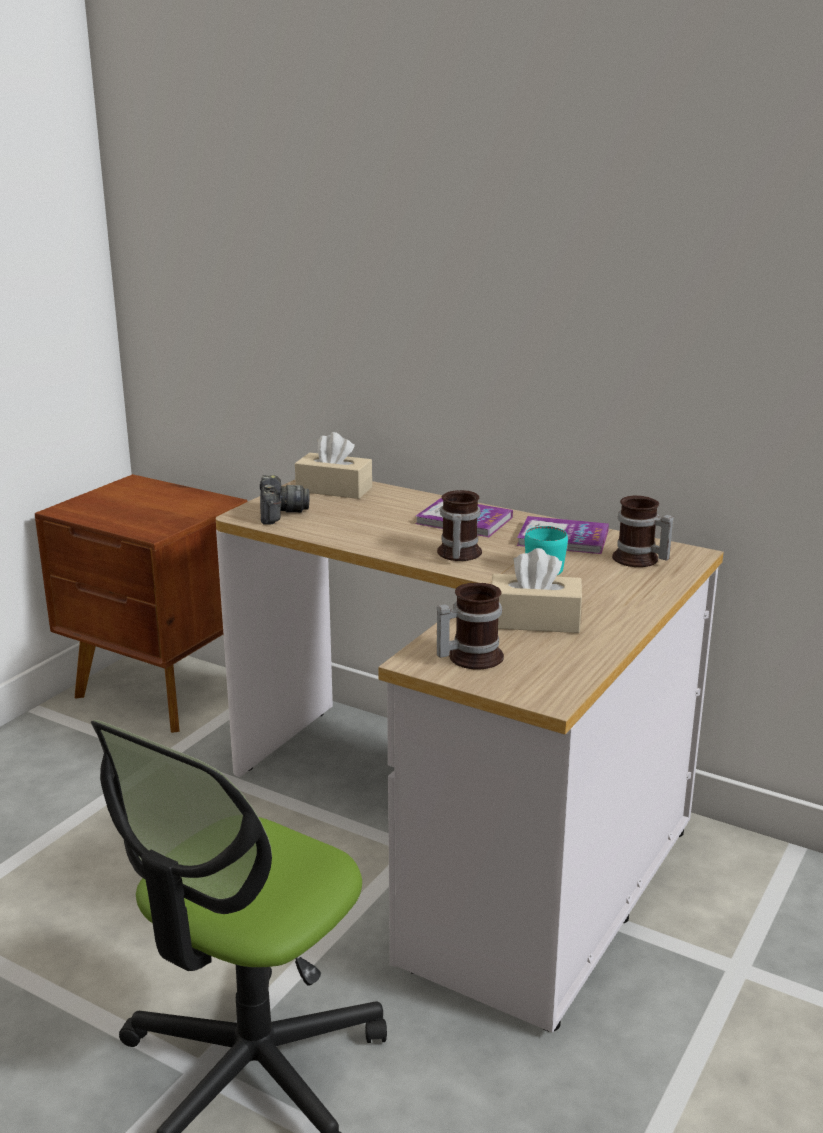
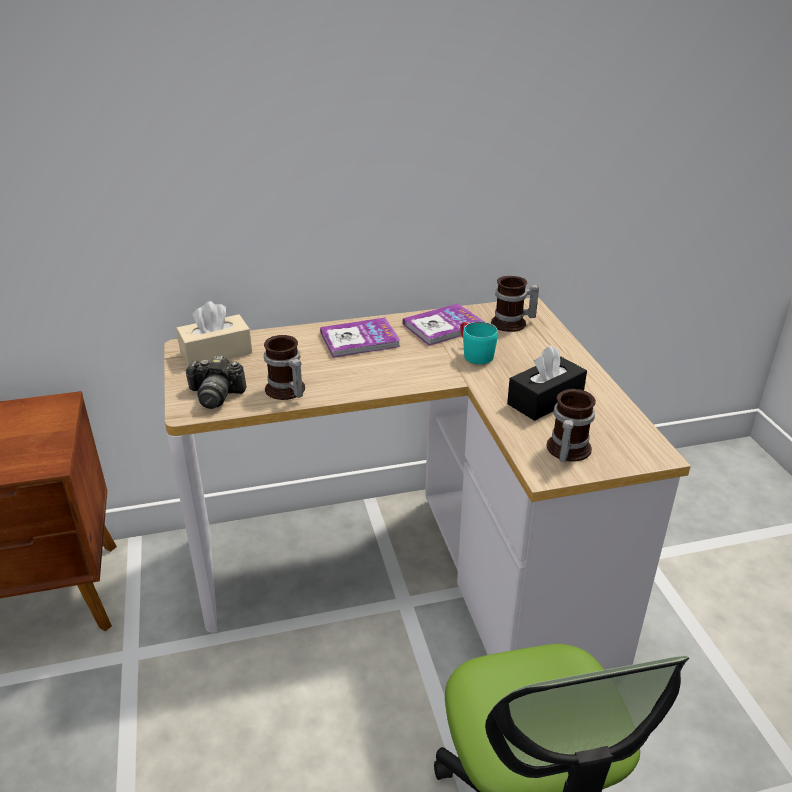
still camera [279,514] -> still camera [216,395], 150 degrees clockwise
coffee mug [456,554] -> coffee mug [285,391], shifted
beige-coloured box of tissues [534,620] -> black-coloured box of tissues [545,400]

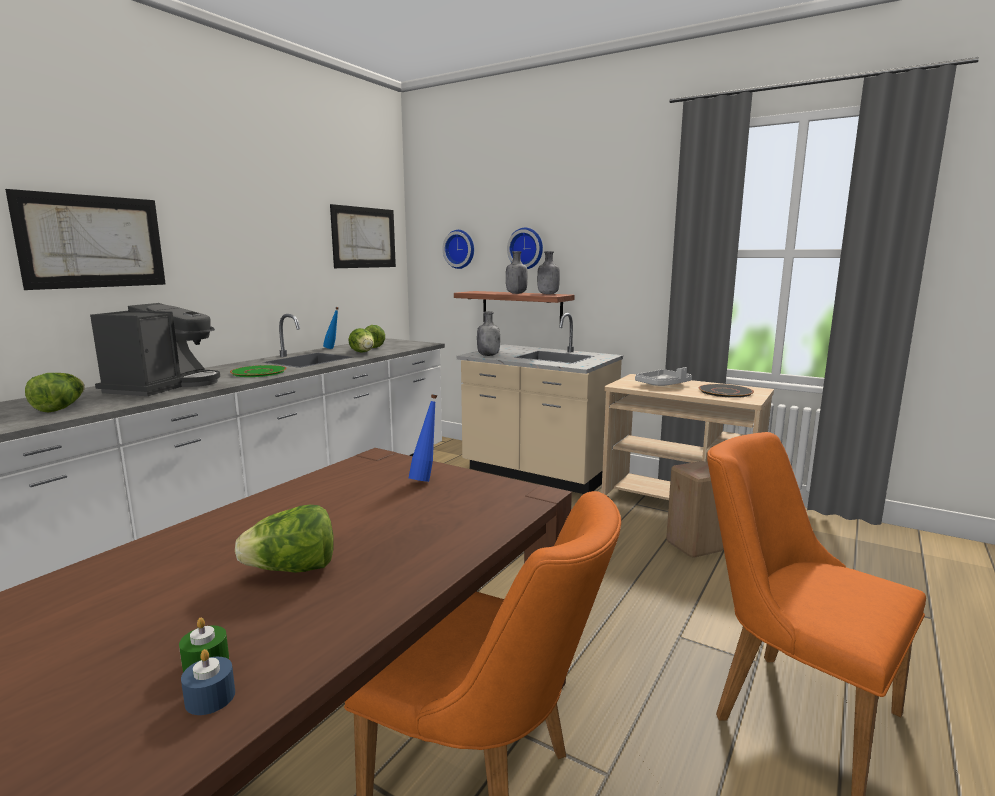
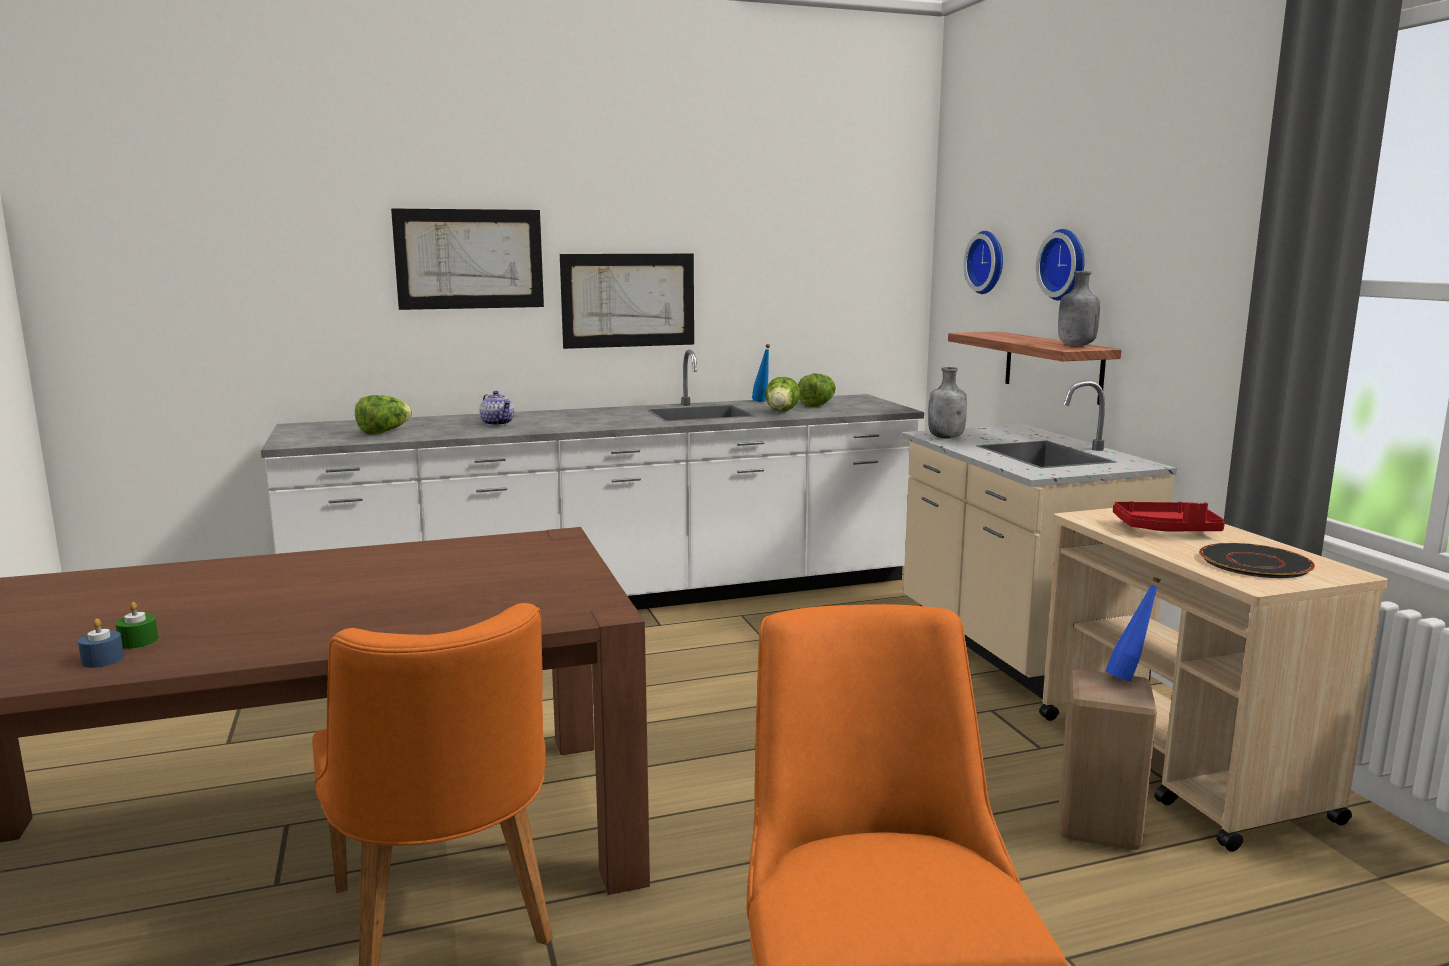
coffee machine [163,386] -> pot for tea [498,423]
green-coloured flat dish [259,372] -> none
head of lettuce [292,570] -> none
picture [364,237] -> picture [628,300], shifted
blue beverage bottle [426,479] -> blue beverage bottle [1129,677], shifted
grey beverage bottle [516,293] -> none
grey serving tray [663,385] -> red serving tray [1166,529]

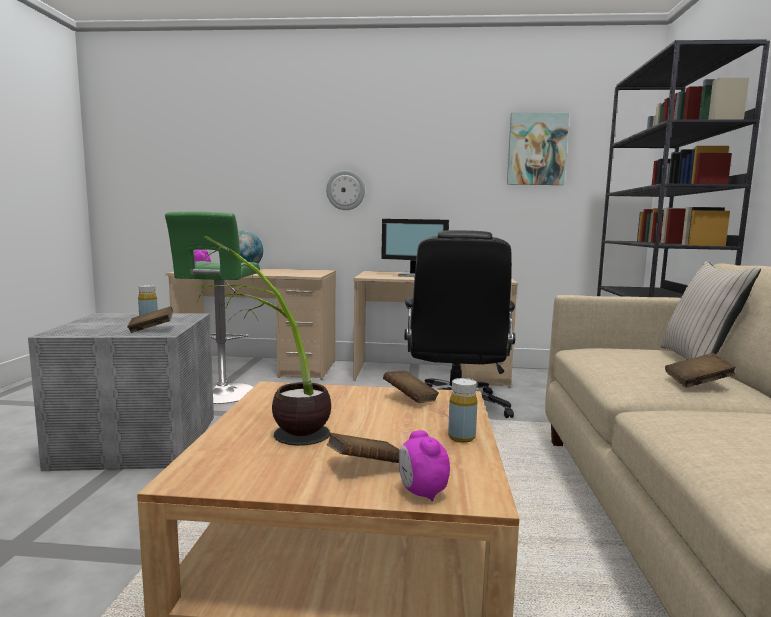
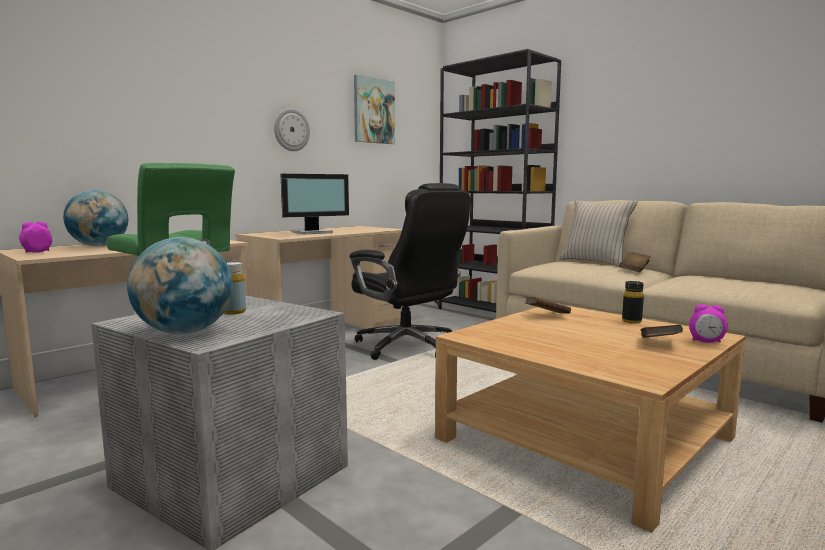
brown book [151,330] -> none
potted plant [273,428] -> none
wall clock [345,190] -> wall clock [291,130], shifted
yellowish beverage bottle [461,437] -> black-coloured beverage bottle [631,321]
none -> globe [184,332]

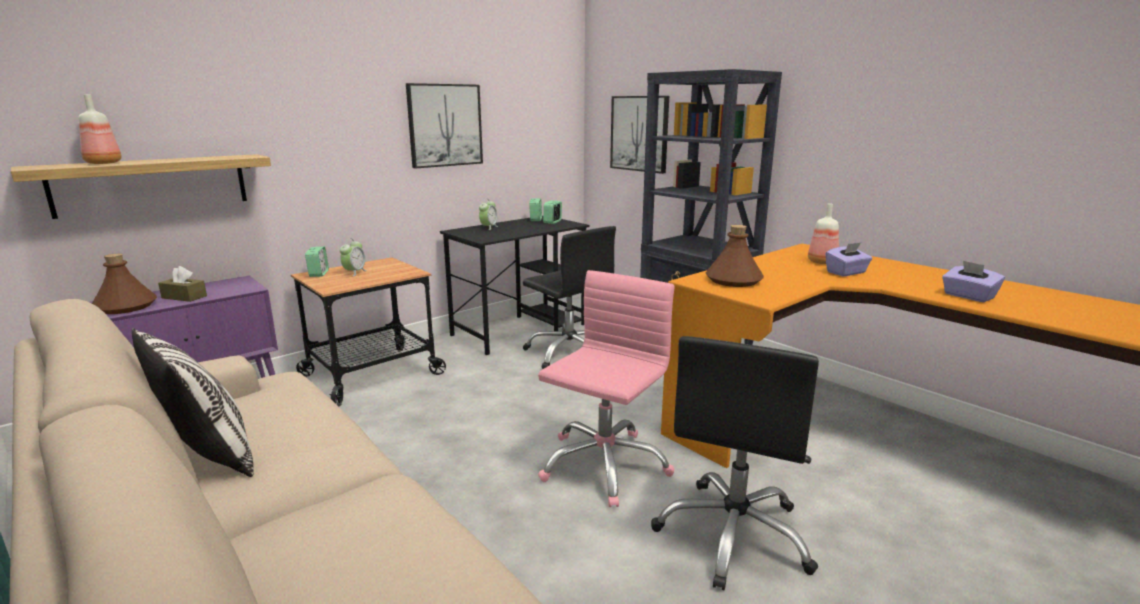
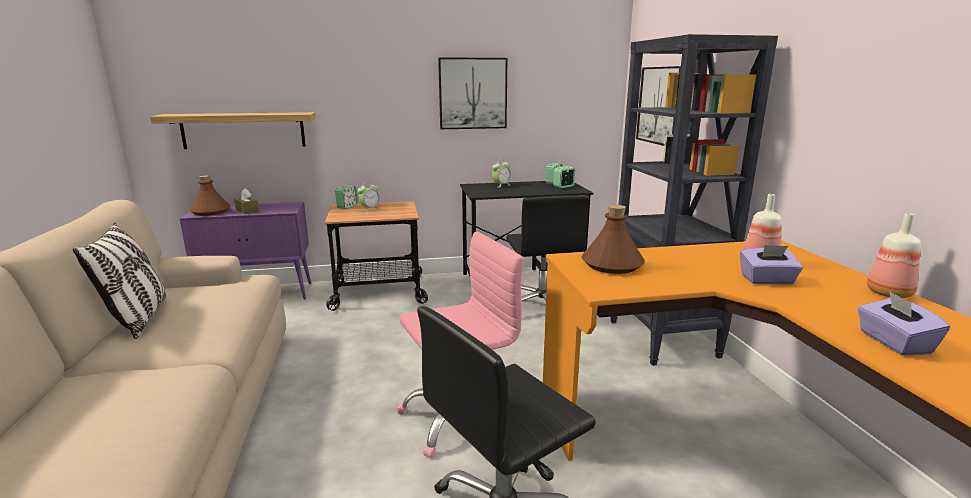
beverage bottle [104,163] -> beverage bottle [890,293], shifted

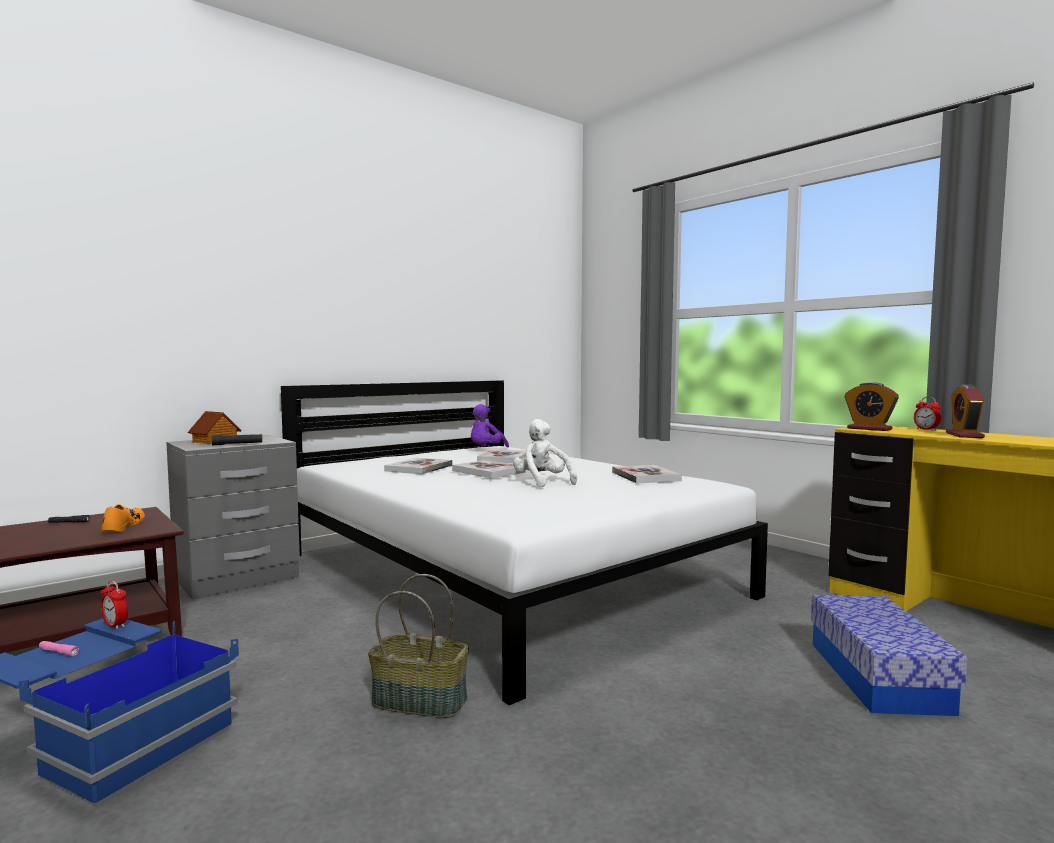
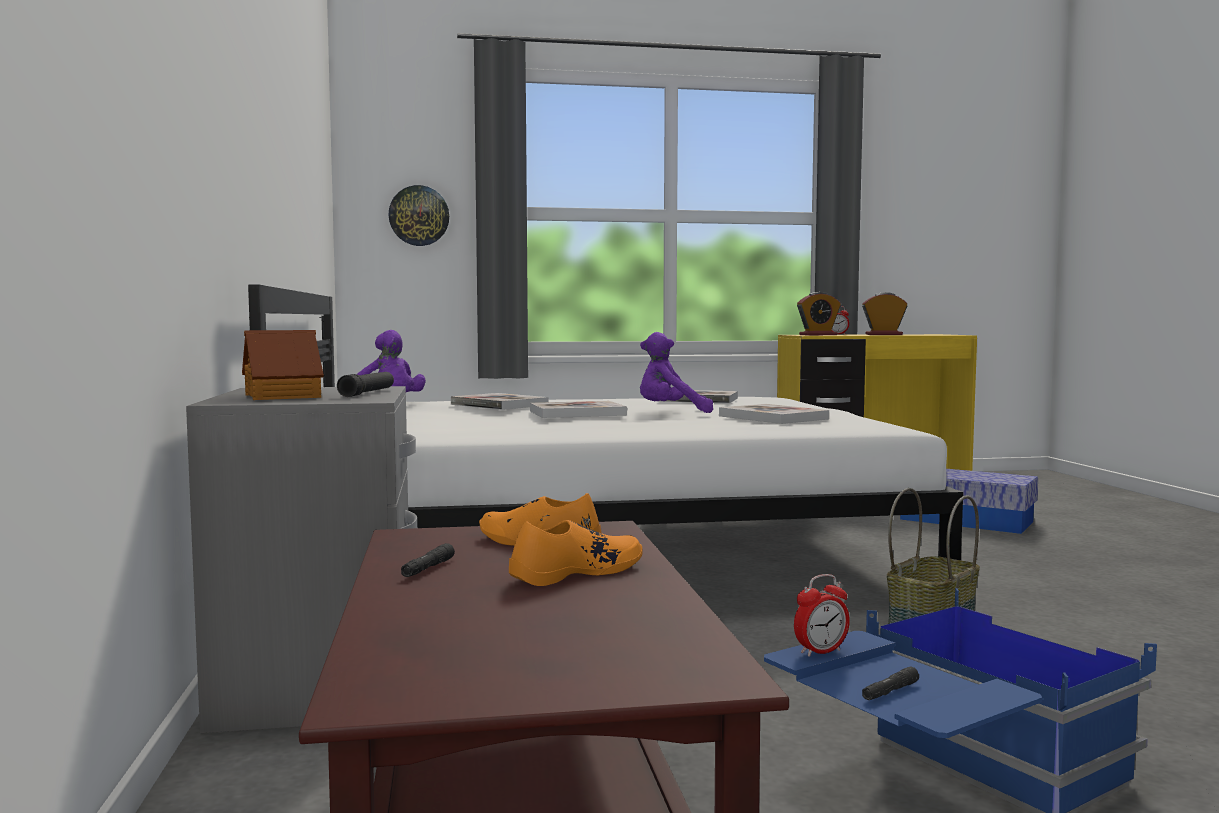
pinkish flashlight [58,652] -> black-coloured flashlight [890,692]
book [419,468] -> book [773,417], shifted
whitish soft toy [542,482] -> purple-coloured soft toy [671,413]
alarm clock [964,435] -> alarm clock [883,334], 135 degrees clockwise
none -> wall clock [419,216]
none -> orange item of footwear [577,572]

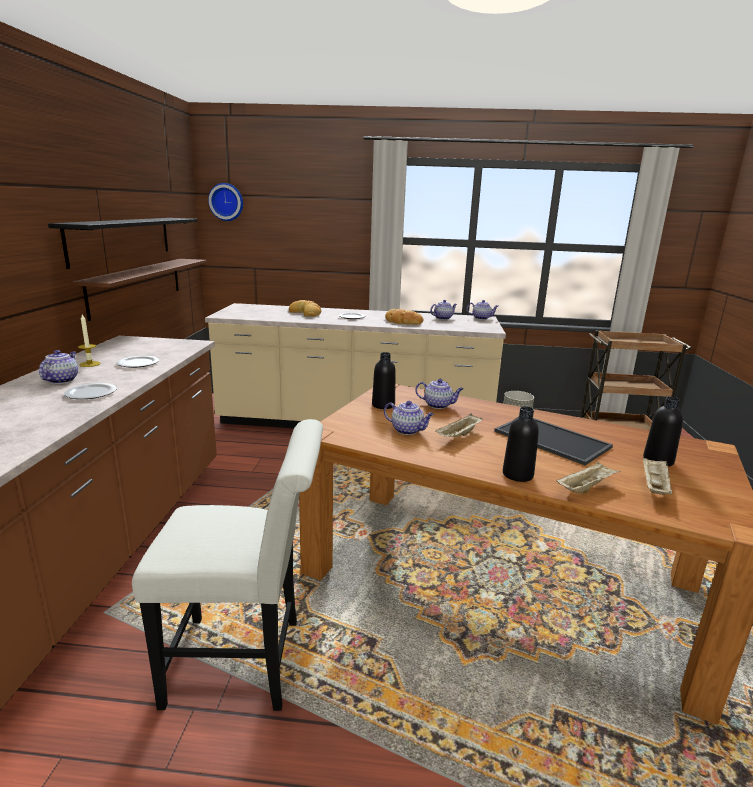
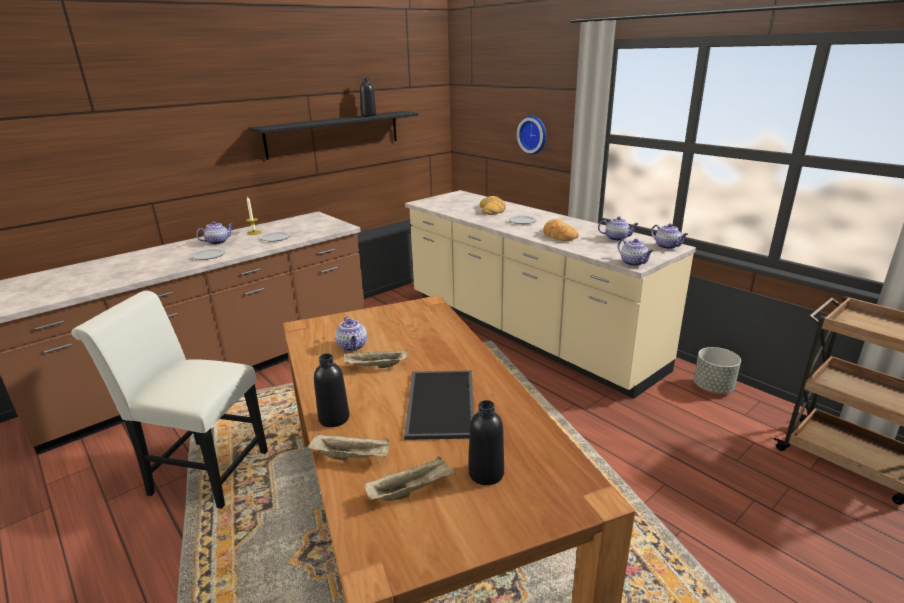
brown wall shelf [137,285] -> none
whitish chair [246,661] -> whitish chair [202,471], 150 degrees clockwise
wall clock [226,202] -> wall clock [533,134], shifted
black-coloured beverage bottle [383,405] -> black-coloured beverage bottle [368,115], shifted
pot for tea [438,405] -> pot for tea [634,263], shifted

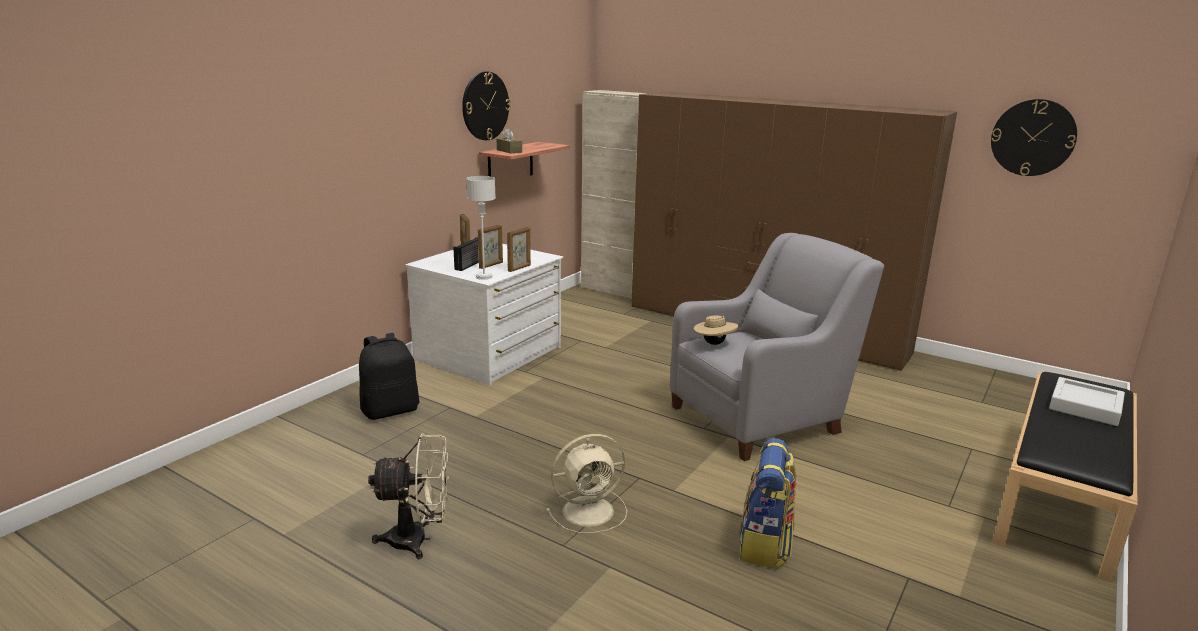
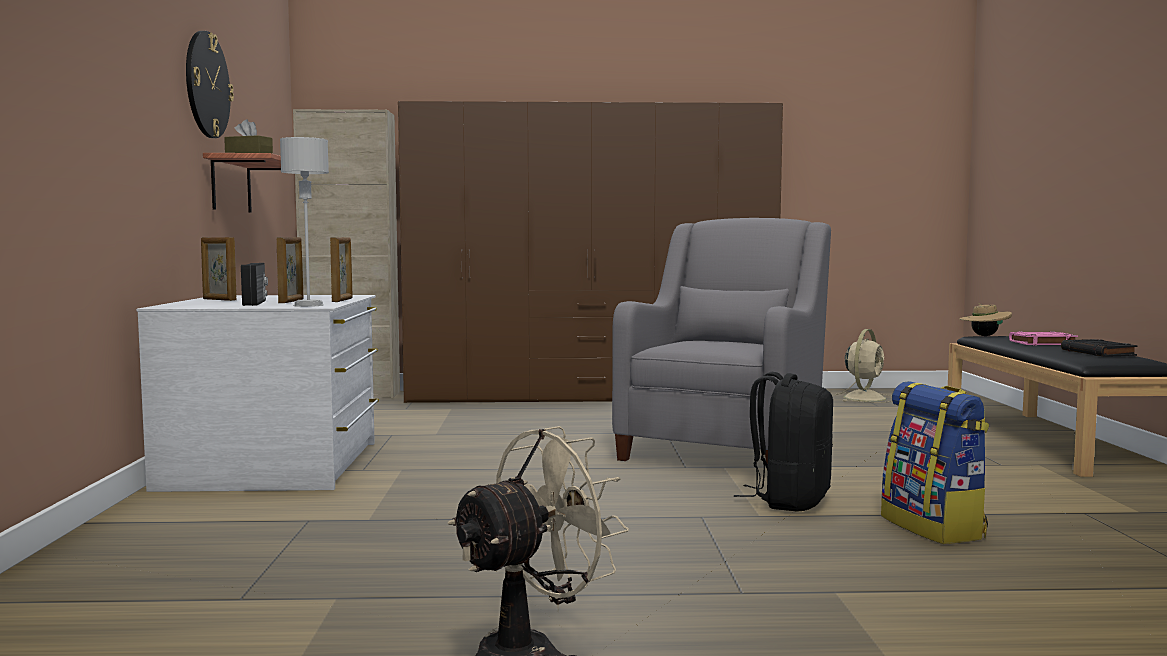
black-coloured knapsack [390,410] -> black-coloured knapsack [789,500], shifted
beige-coloured cooling fan [590,510] -> beige-coloured cooling fan [865,398], shifted
beige-coloured hat [714,343] -> beige-coloured hat [984,336], shifted
wall clock [1033,137] -> none
grey serving tray [1085,406] -> pinkish book [1042,343]
none -> black-coloured book [1098,353]

